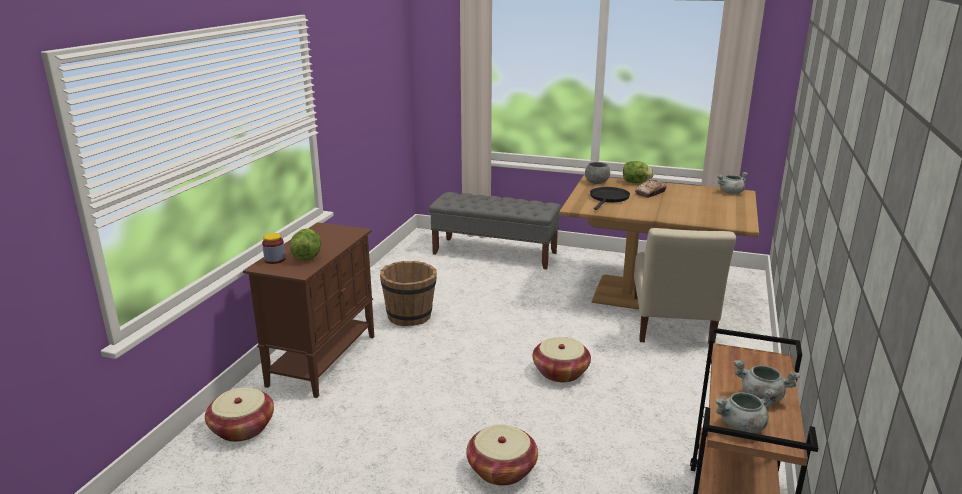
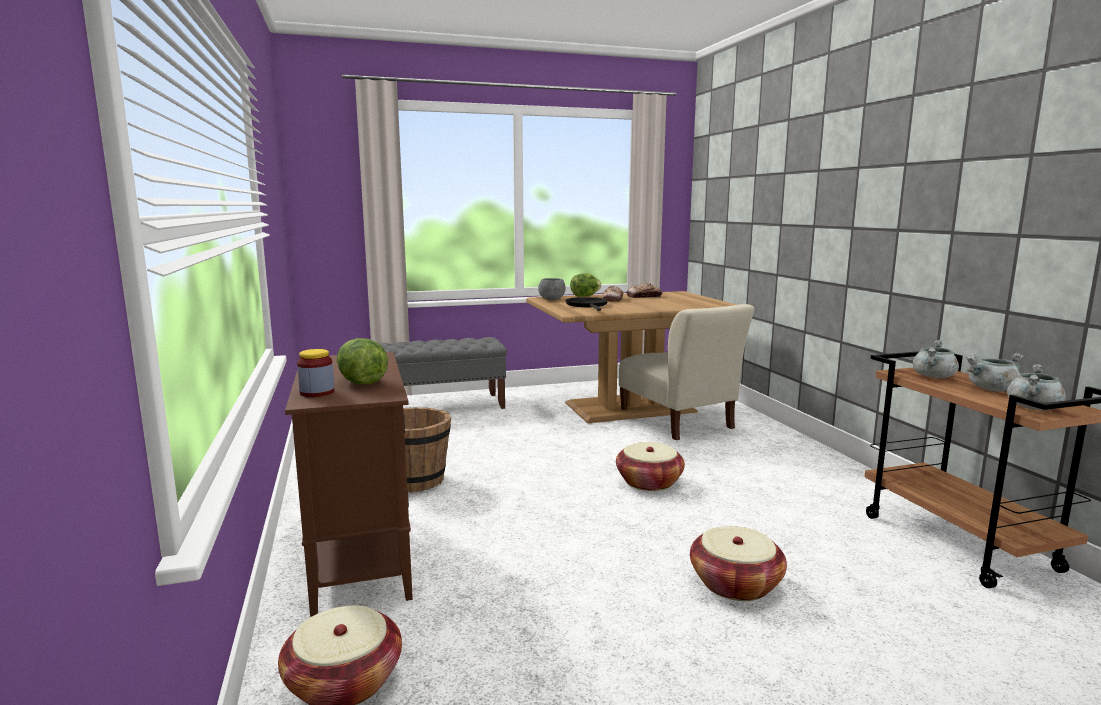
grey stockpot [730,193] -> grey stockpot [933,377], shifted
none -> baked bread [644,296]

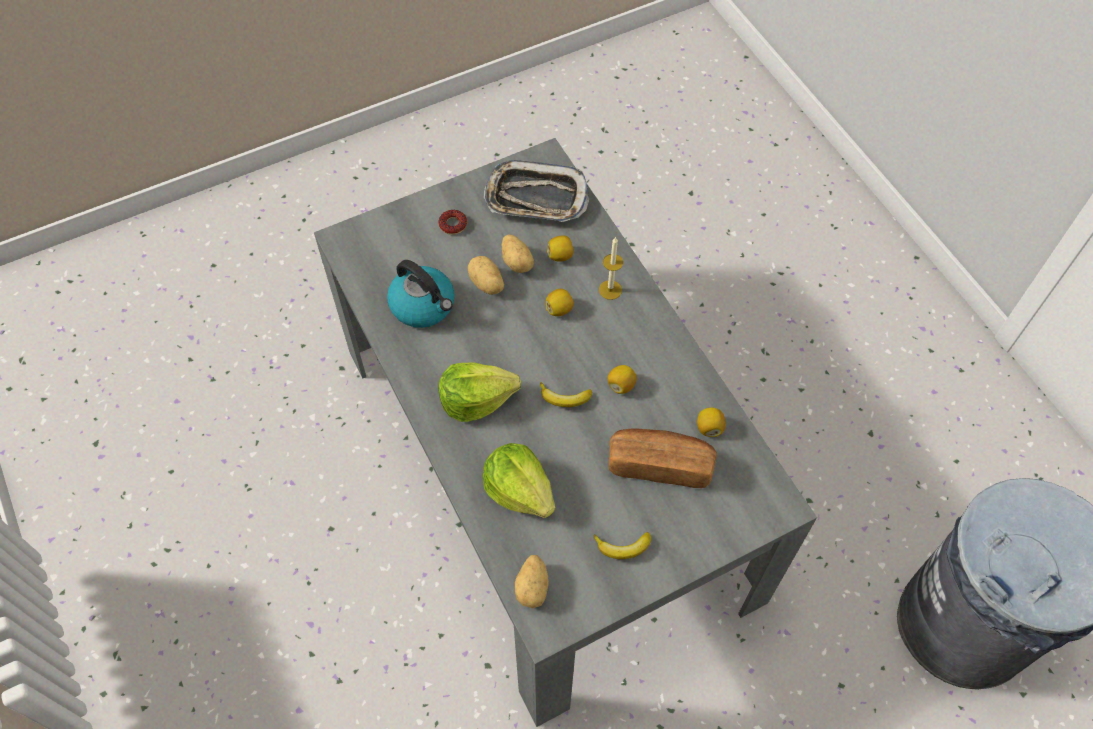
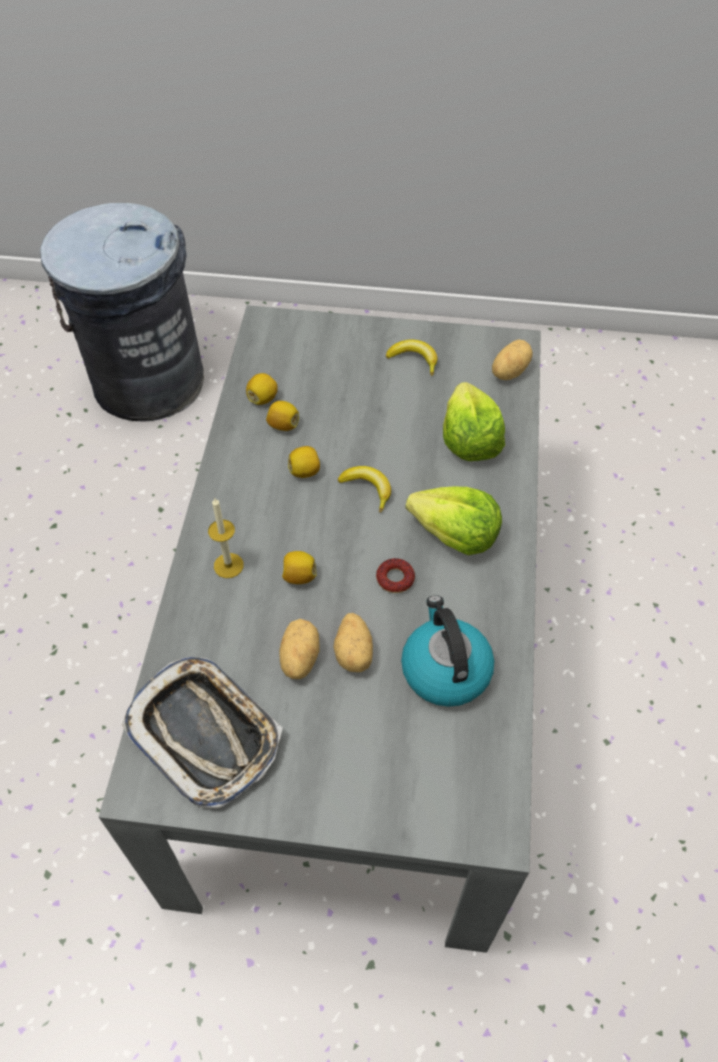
donut [453,224] -> donut [395,579], shifted
whole lemon [560,255] -> whole lemon [283,425], shifted
baked bread [659,464] -> none

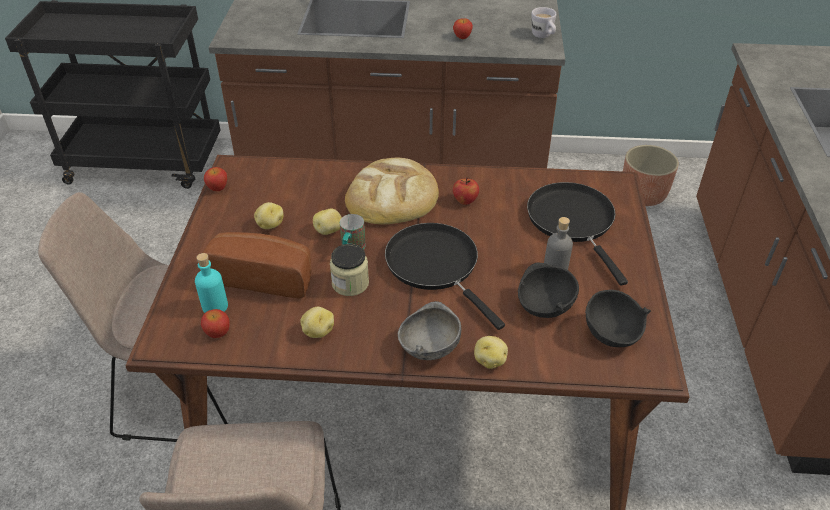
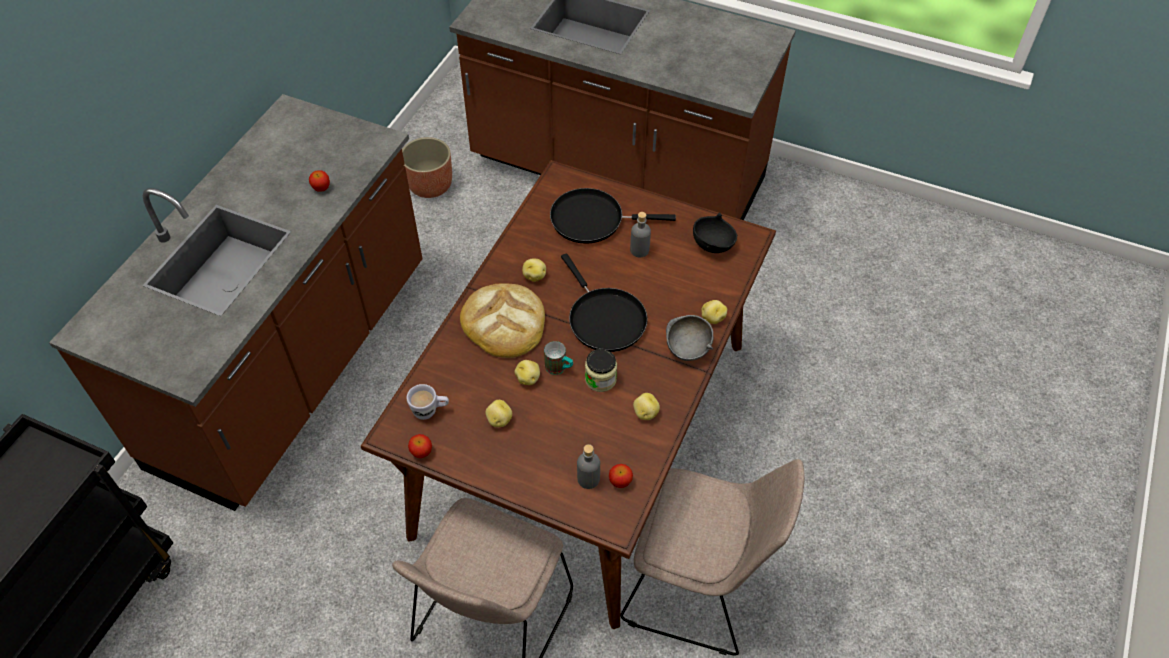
turquoise-coloured beverage bottle [215,306] -> grey beverage bottle [588,479]
baked bread [264,276] -> none
black-coloured pan [436,266] -> black-coloured pan [604,319], 105 degrees counterclockwise
apple [465,201] -> spud [534,276]
black-coloured deep dish [544,307] -> none
whitish coffee mug [543,36] -> whitish coffee mug [430,411], shifted

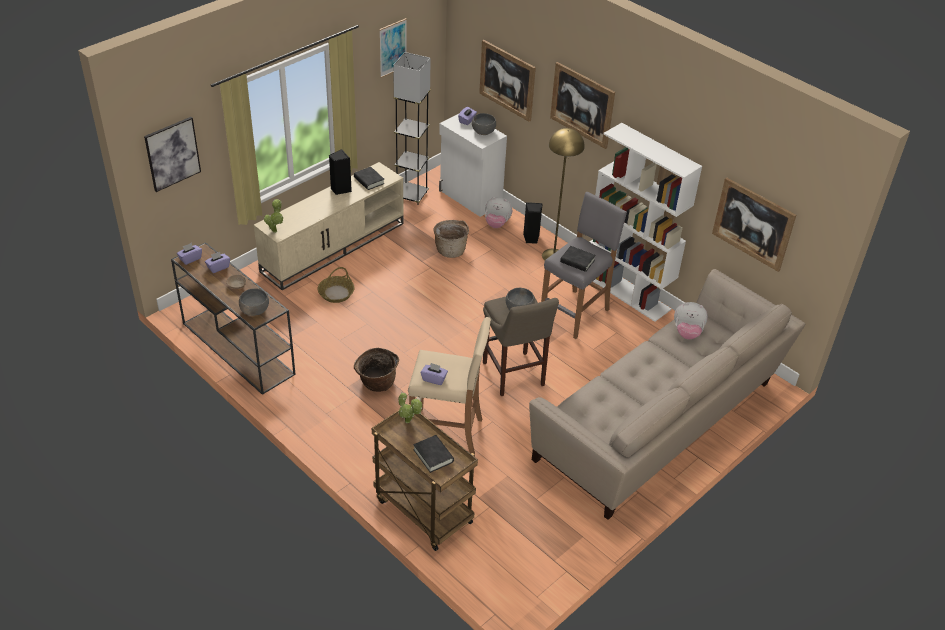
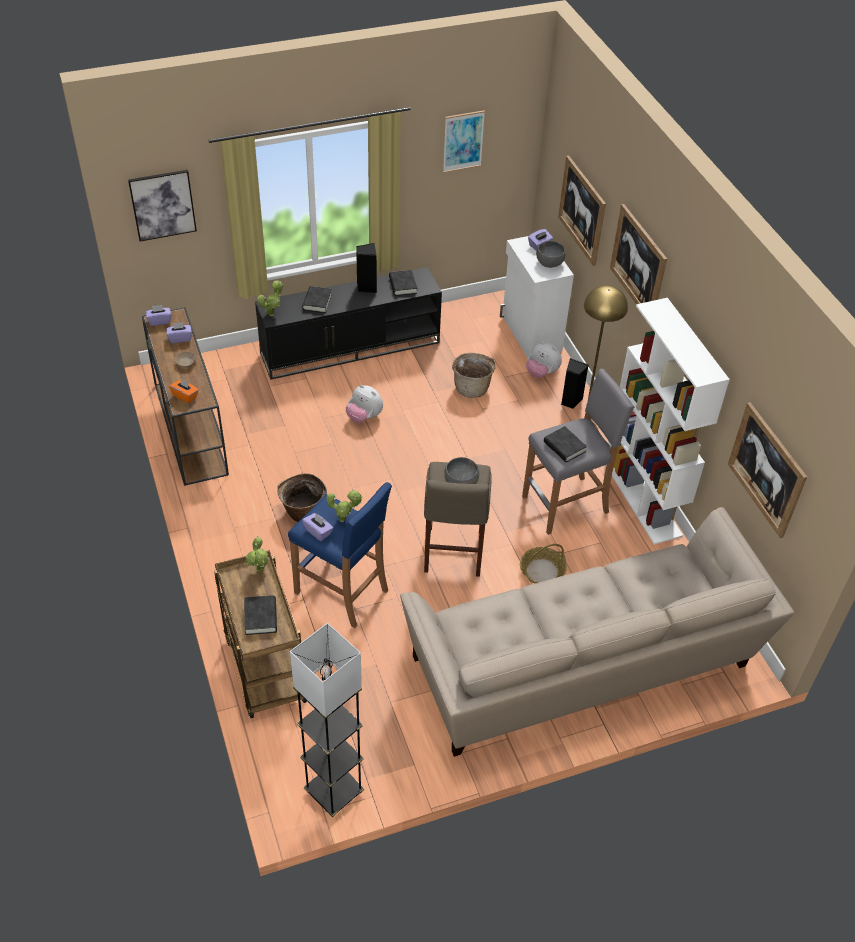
grey deep dish [254,310] -> orange box of tissues [185,396]
beige-coloured tv unit [333,246] -> black-coloured tv unit [351,347]
basket [336,293] -> basket [542,571], shifted
grey floor lamp [411,195] -> grey floor lamp [334,791], shifted
beige-coloured stool [447,432] -> blue stool [342,592]
soft toy [687,333] -> soft toy [364,417], shifted
none -> black-coloured book [317,302]
none -> potted plant [344,519]

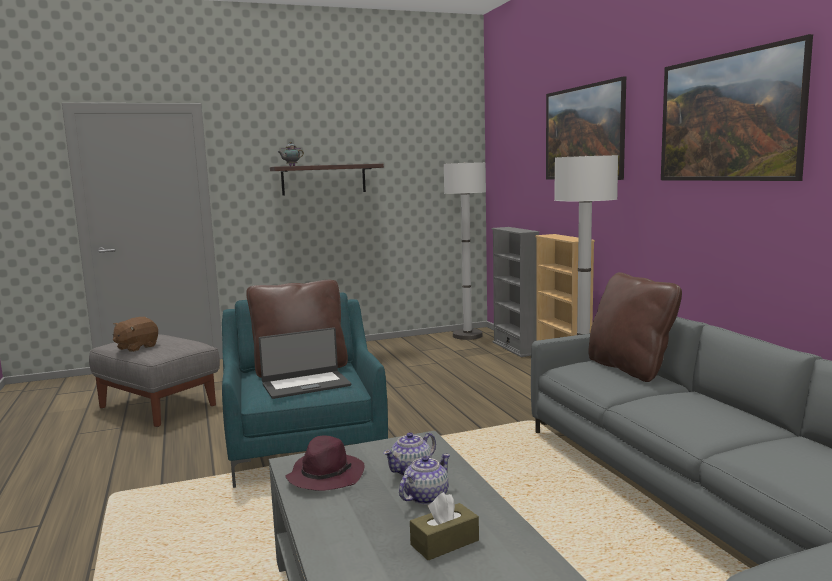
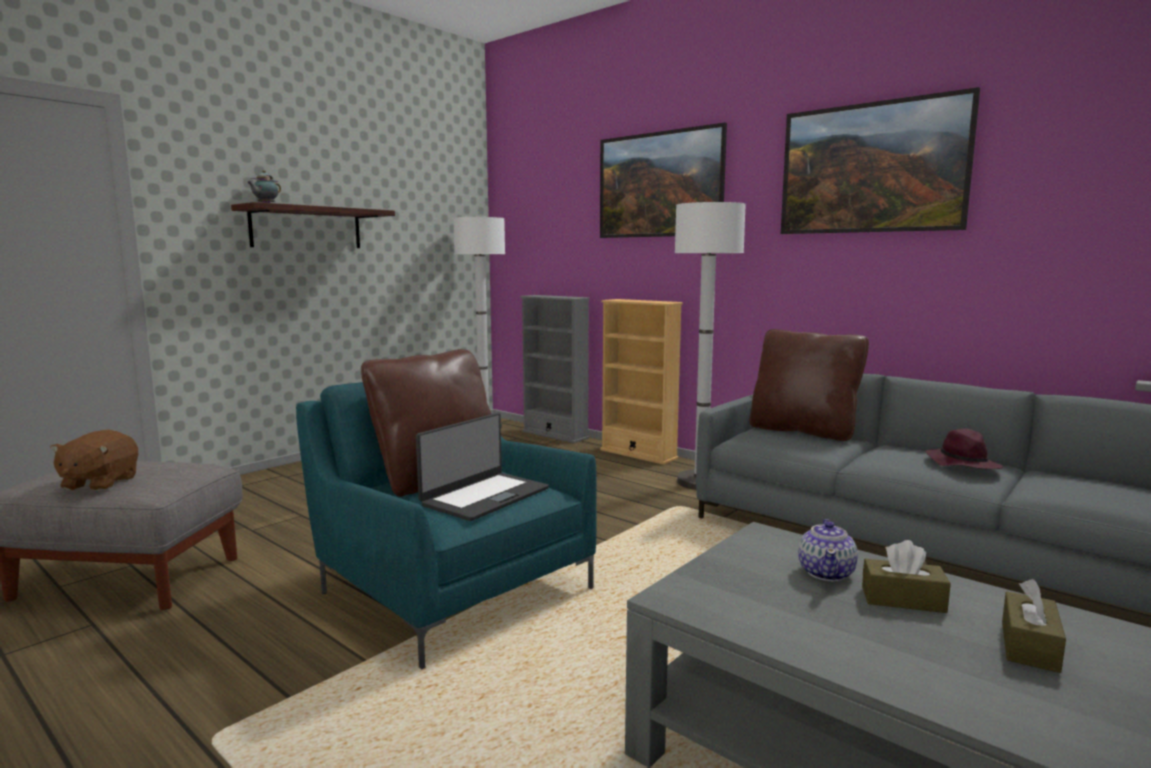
purple-coloured hat [325,476] -> purple-coloured hat [961,464], shifted
pot for tea [425,497] -> brown box of tissues [903,599]

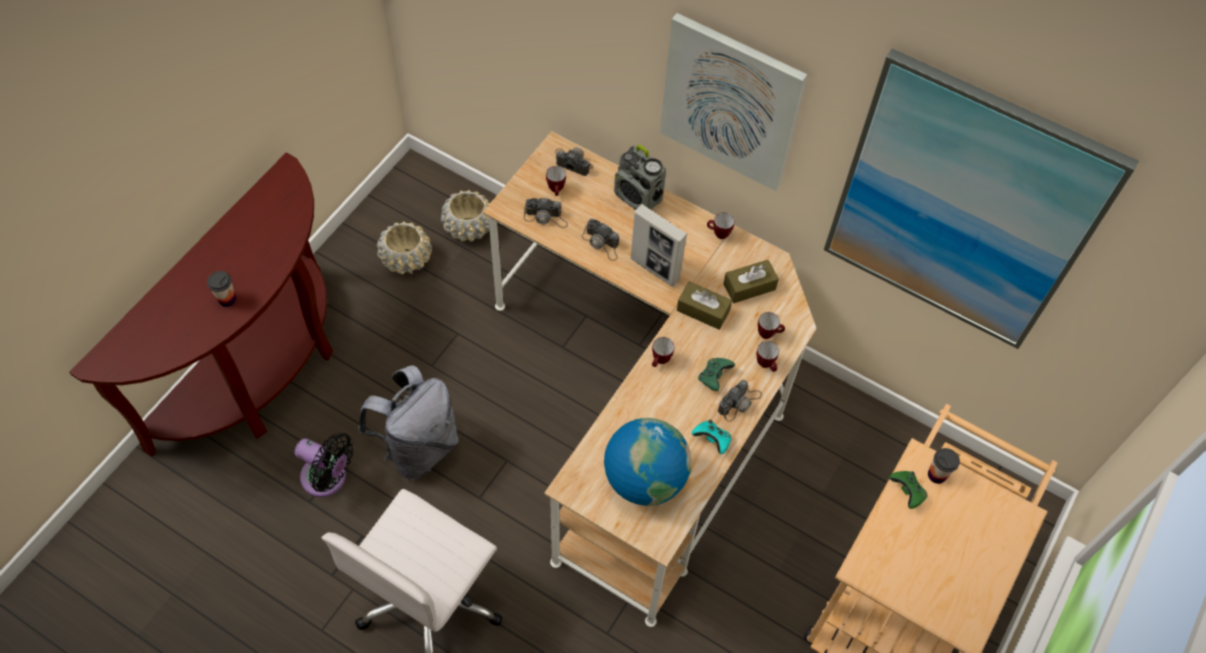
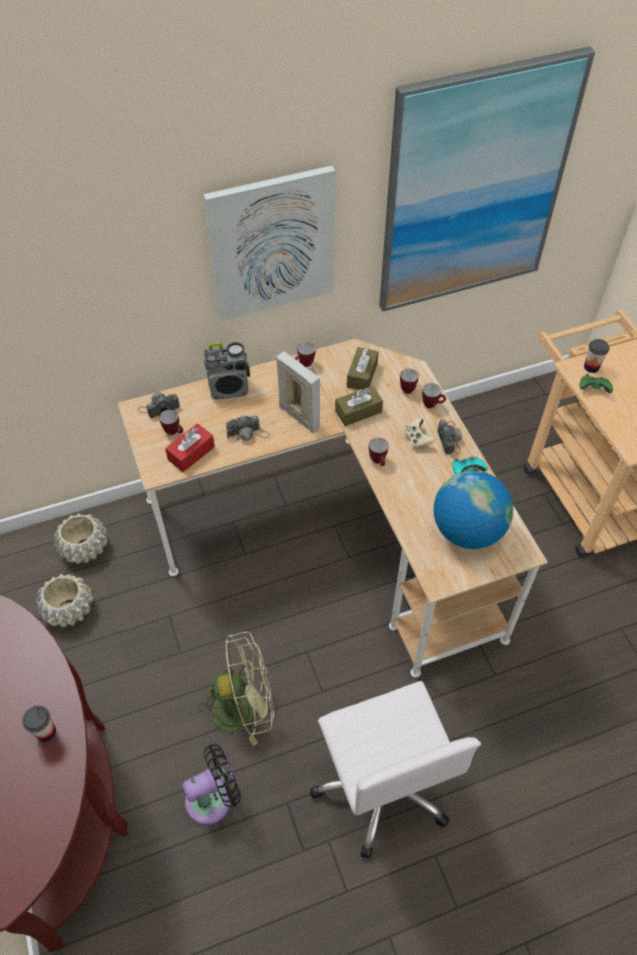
grey knapsack [418,447] -> green-coloured cooling fan [243,708]
still camera [546,217] -> red box of tissues [191,453]
standing frame [655,269] -> standing frame [299,417], 120 degrees counterclockwise
green-coloured game controller [714,377] -> beige-coloured game controller [417,439]

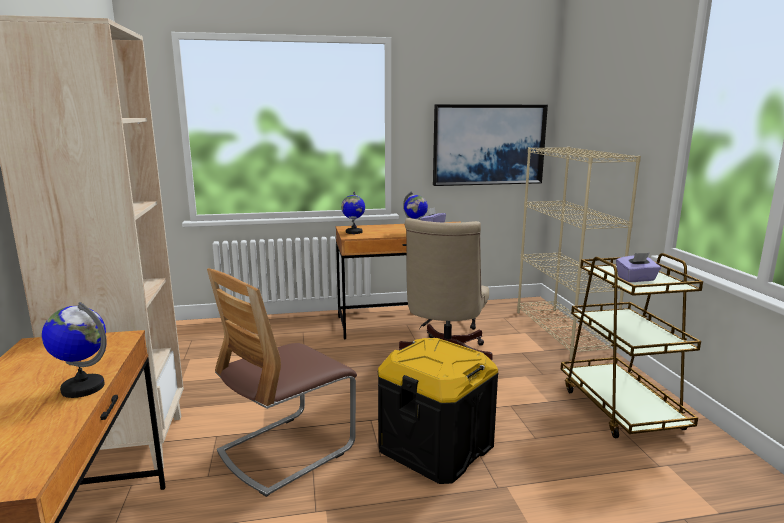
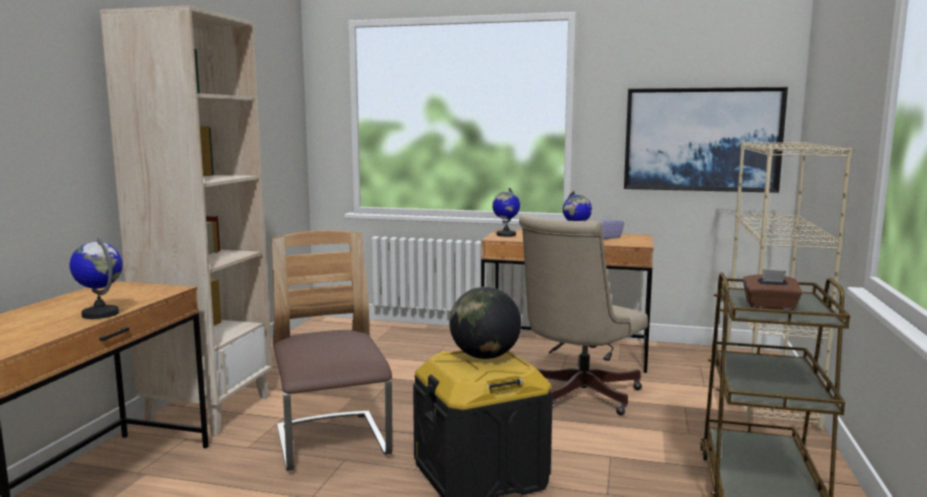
chair [286,450] -> chair [332,443], 90 degrees clockwise
purple-coloured box of tissues [636,279] -> brown box of tissues [770,306]
none -> globe [484,356]

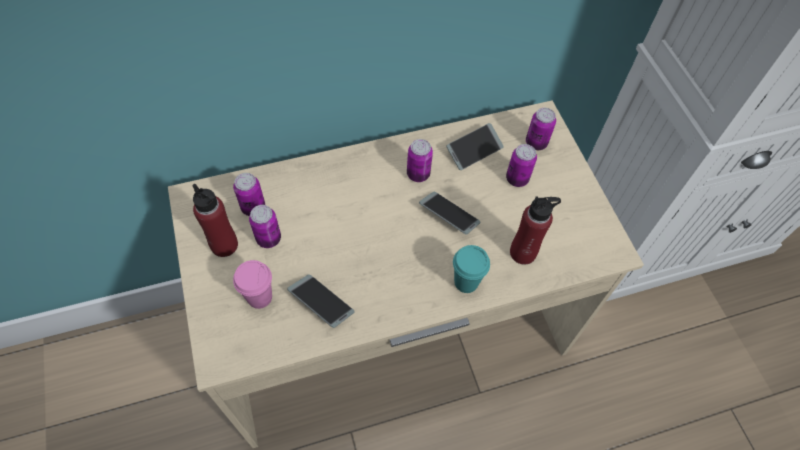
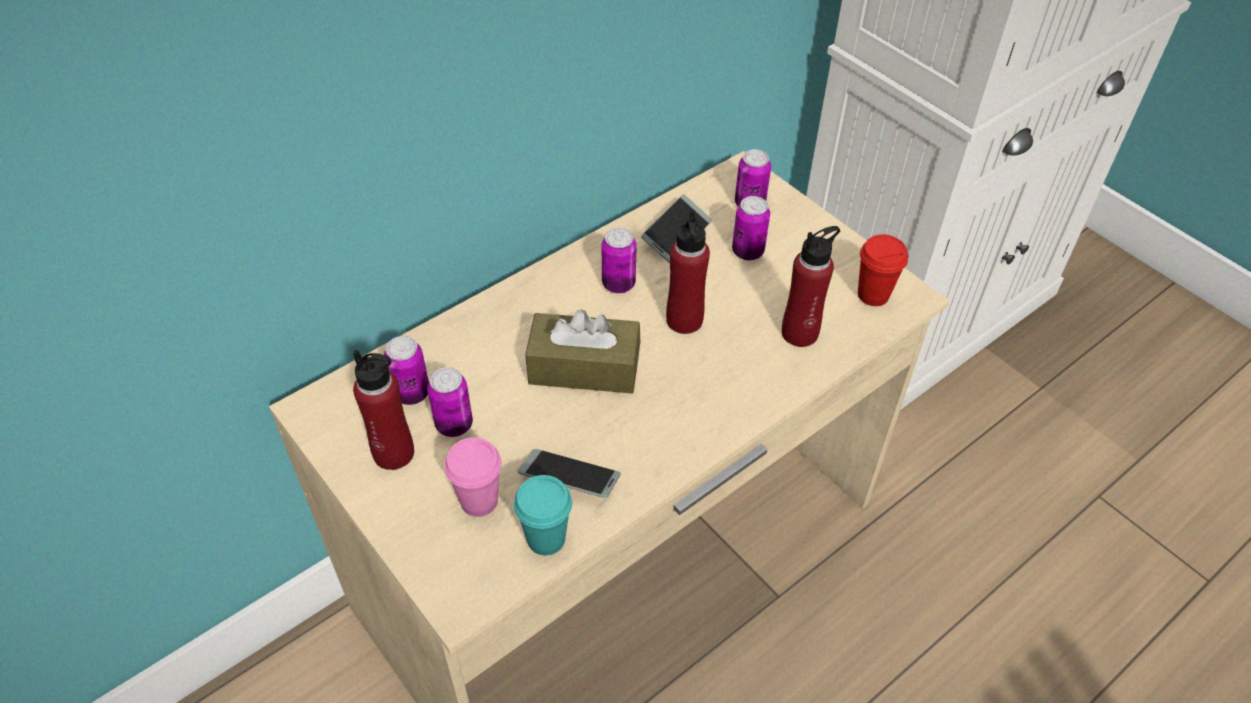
telephone [449,216] -> red beverage bottle [684,320]
turquoise-coloured drinking cup [466,282] -> turquoise-coloured drinking cup [546,538], shifted
none -> brown box of tissues [584,368]
none -> red drinking cup [873,295]

